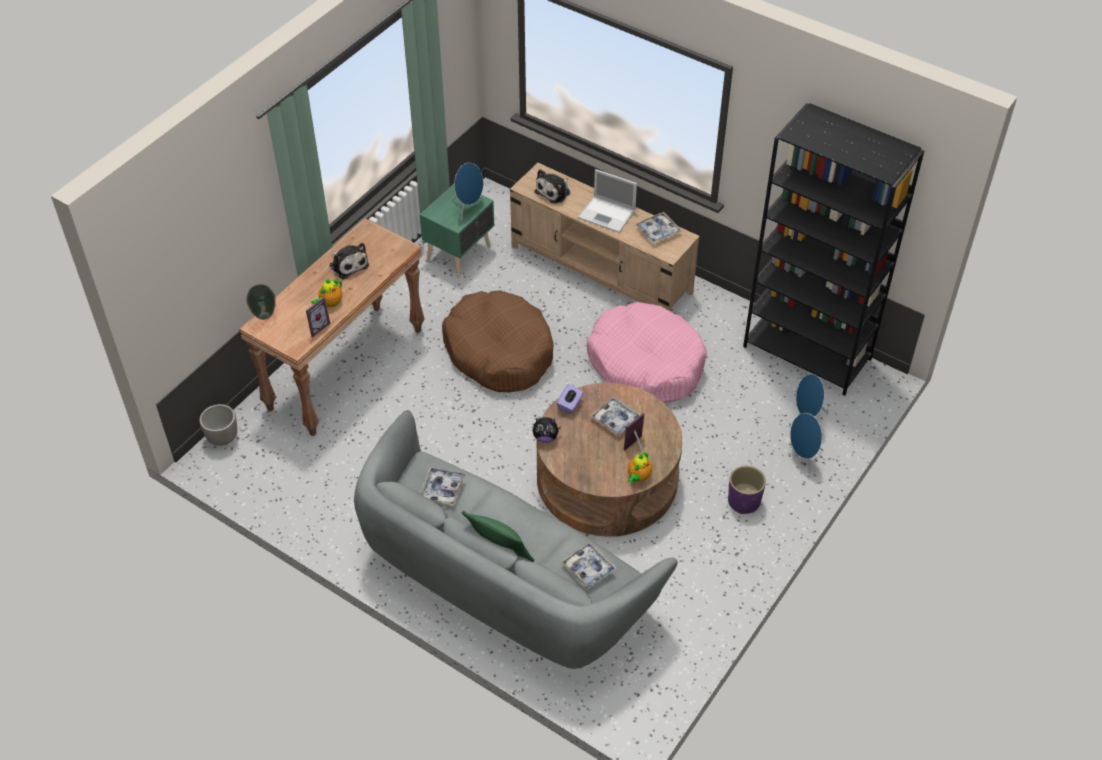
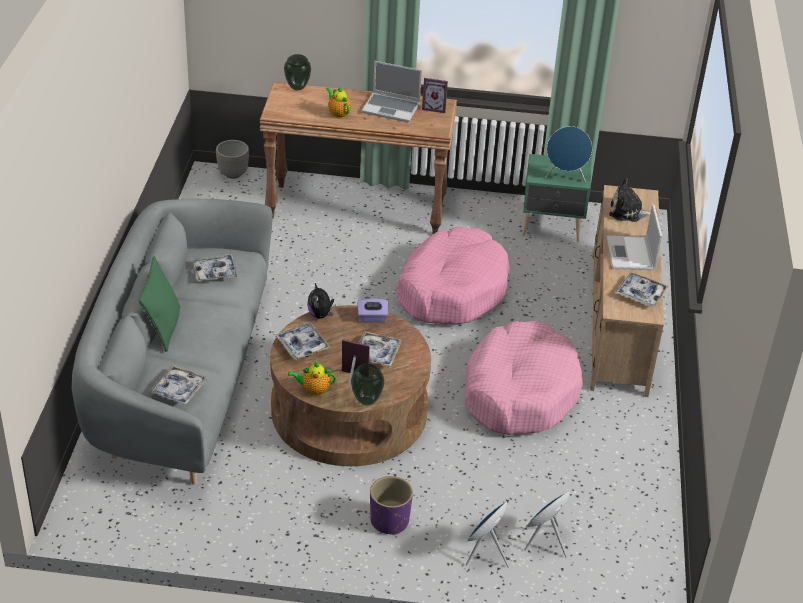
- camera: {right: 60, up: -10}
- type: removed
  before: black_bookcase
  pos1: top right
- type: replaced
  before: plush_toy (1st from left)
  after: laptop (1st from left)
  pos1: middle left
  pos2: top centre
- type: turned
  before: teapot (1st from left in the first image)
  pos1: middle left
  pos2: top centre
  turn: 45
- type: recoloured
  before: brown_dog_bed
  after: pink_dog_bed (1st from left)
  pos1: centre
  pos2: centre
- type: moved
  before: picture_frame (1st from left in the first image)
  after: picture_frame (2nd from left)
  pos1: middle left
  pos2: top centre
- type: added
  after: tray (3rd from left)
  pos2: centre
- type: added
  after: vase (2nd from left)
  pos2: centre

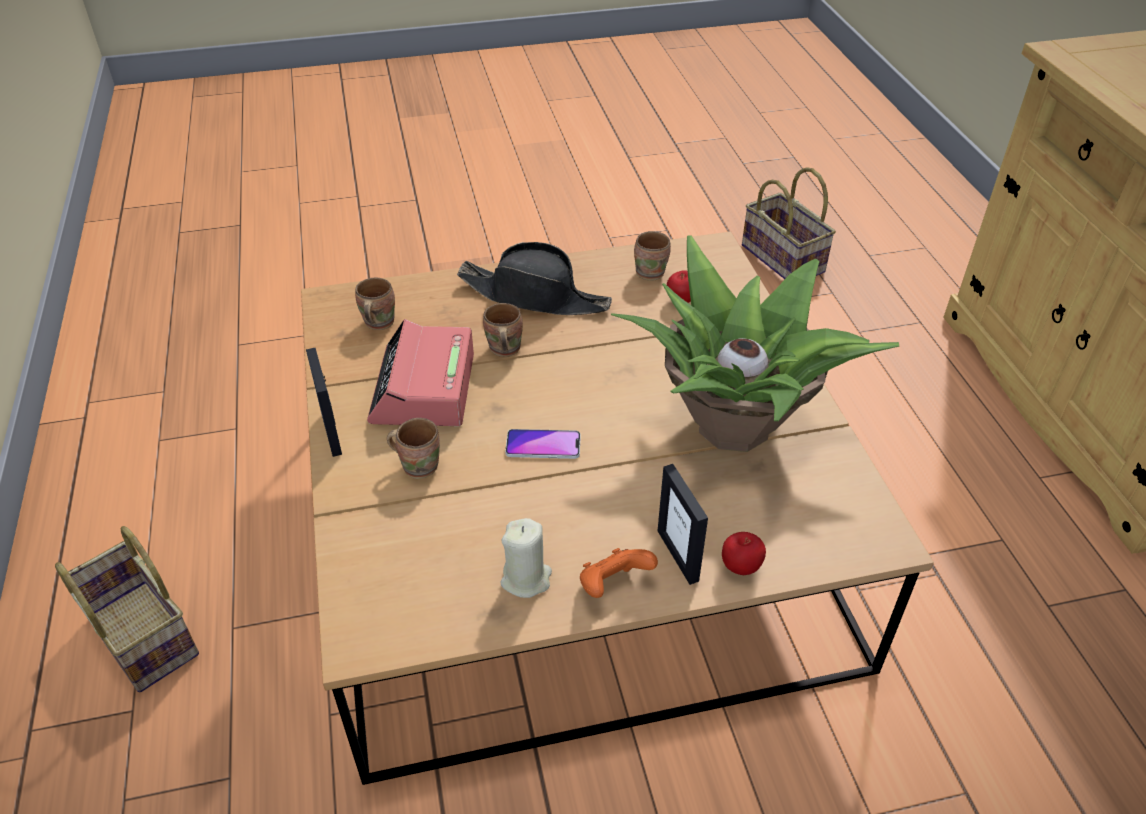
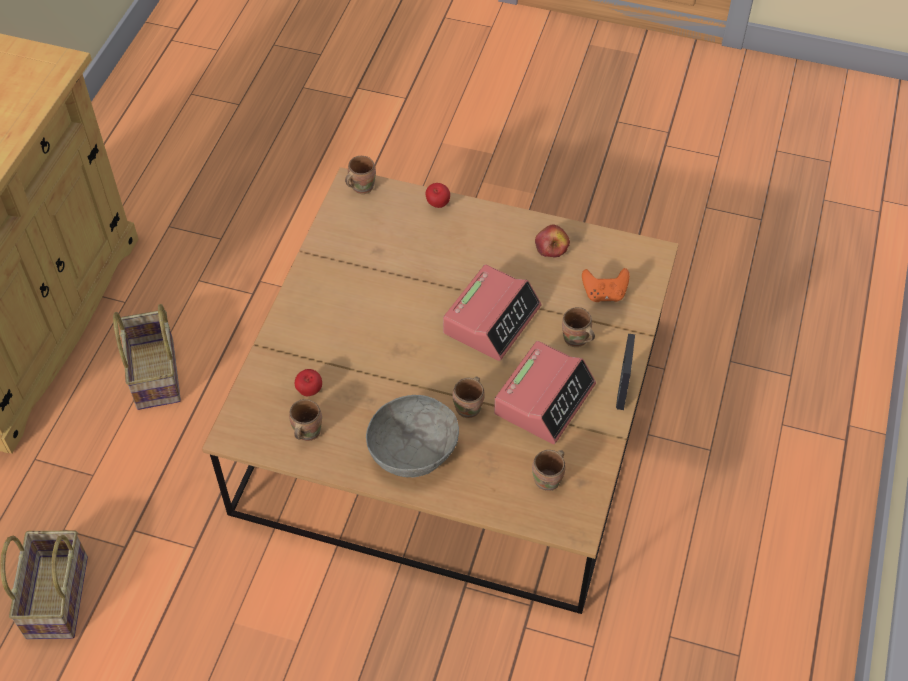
- camera: {right: -150, up: 10}
- type: removed
  before: potted_plant
  pos1: centre
- type: replaced
  before: black_hat
  after: grey_bowl
  pos1: centre
  pos2: centre
- type: replaced
  before: phone
  after: alarm_clock (1st from left)
  pos1: centre
  pos2: centre
- type: removed
  before: picture_frame (2nd from left)
  pos1: centre
- type: replaced
  before: beige_candle
  after: apple (3rd from left)
  pos1: bottom centre
  pos2: centre
- type: moved
  before: basket (1st from left in the first image)
  after: basket (2nd from left)
  pos1: bottom left
  pos2: middle left
- type: moved
  before: orange_game_controller
  pos1: bottom centre
  pos2: middle right
- type: added
  after: brown_mug (2nd from left)
  pos2: top centre

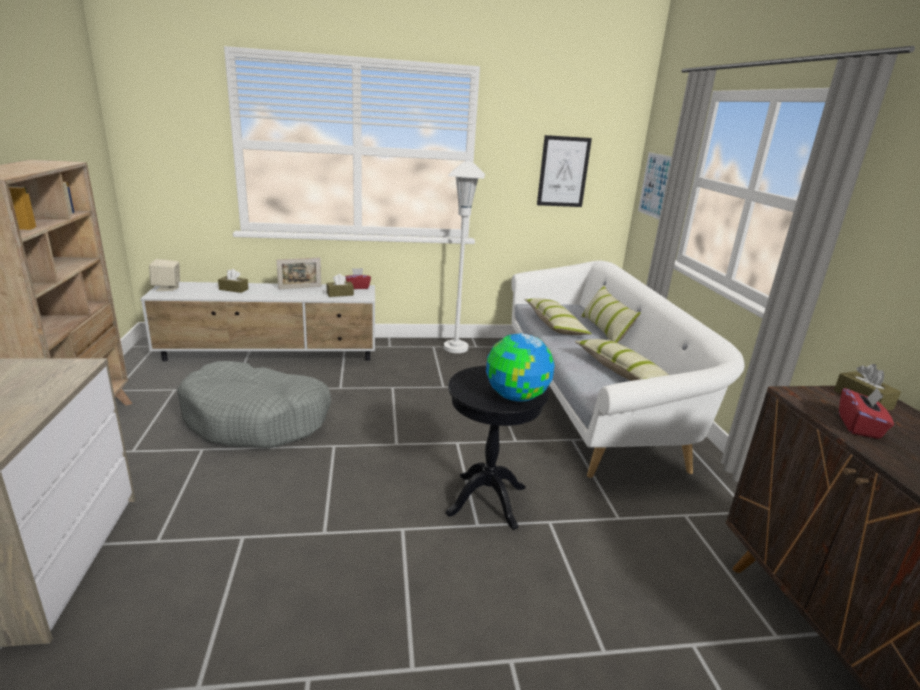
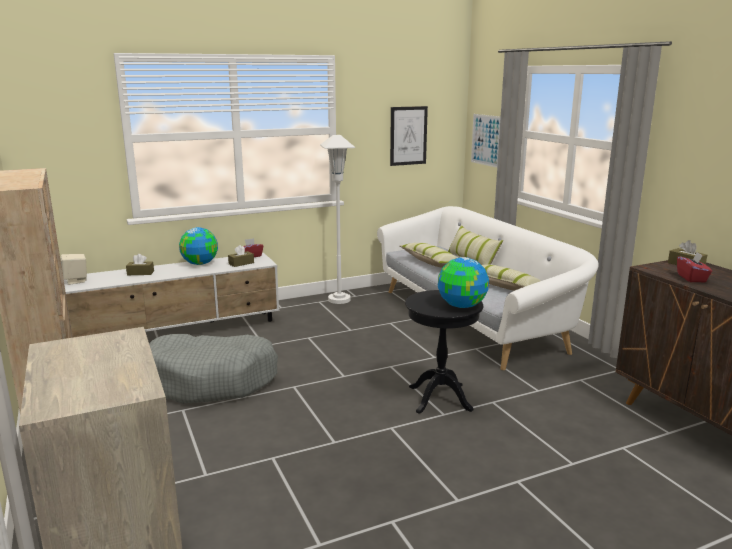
- camera: {right: -15, up: -5}
- type: replaced
  before: picture_frame
  after: globe (1st from left)
  pos1: middle left
  pos2: middle left

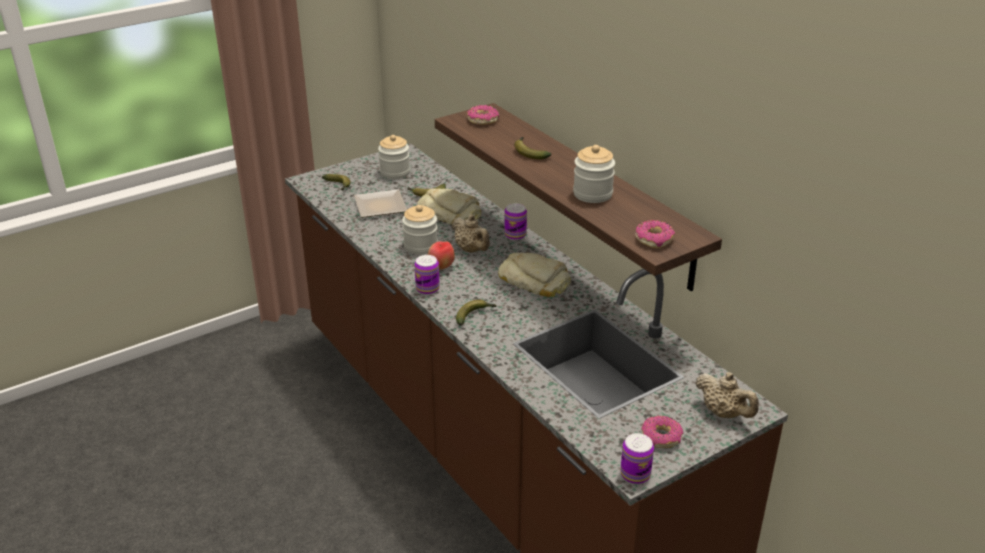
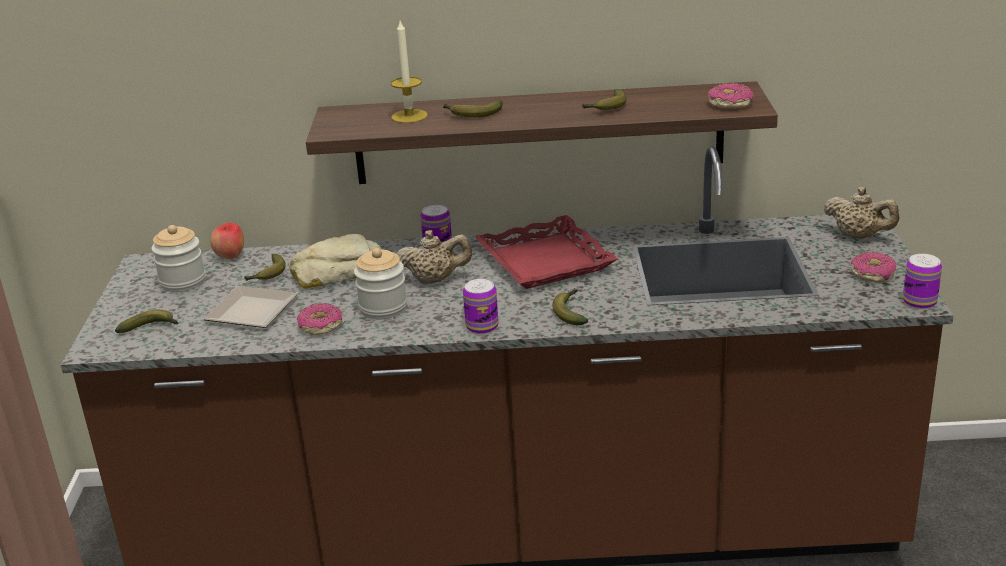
- camera: {right: -55, up: -5}
- type: moved
  before: donut (1st from left)
  pos1: top centre
  pos2: middle left
- type: replaced
  before: jar (3rd from left)
  after: banana (5th from left)
  pos1: top centre
  pos2: top centre
- type: moved
  before: apple
  pos1: centre
  pos2: middle left
- type: replaced
  before: bread (2nd from left)
  after: red_tray
  pos1: centre
  pos2: centre
- type: turned
  before: beige_teapot (2nd from left)
  pos1: bottom right
  pos2: middle right
  turn: 45
- type: added
  after: candle
  pos2: top centre

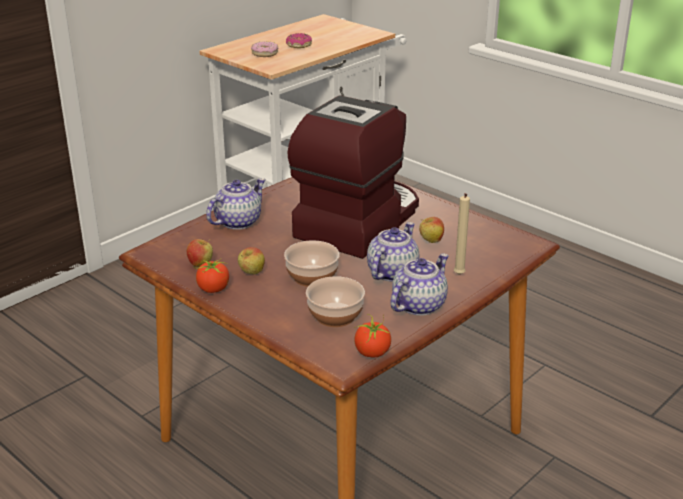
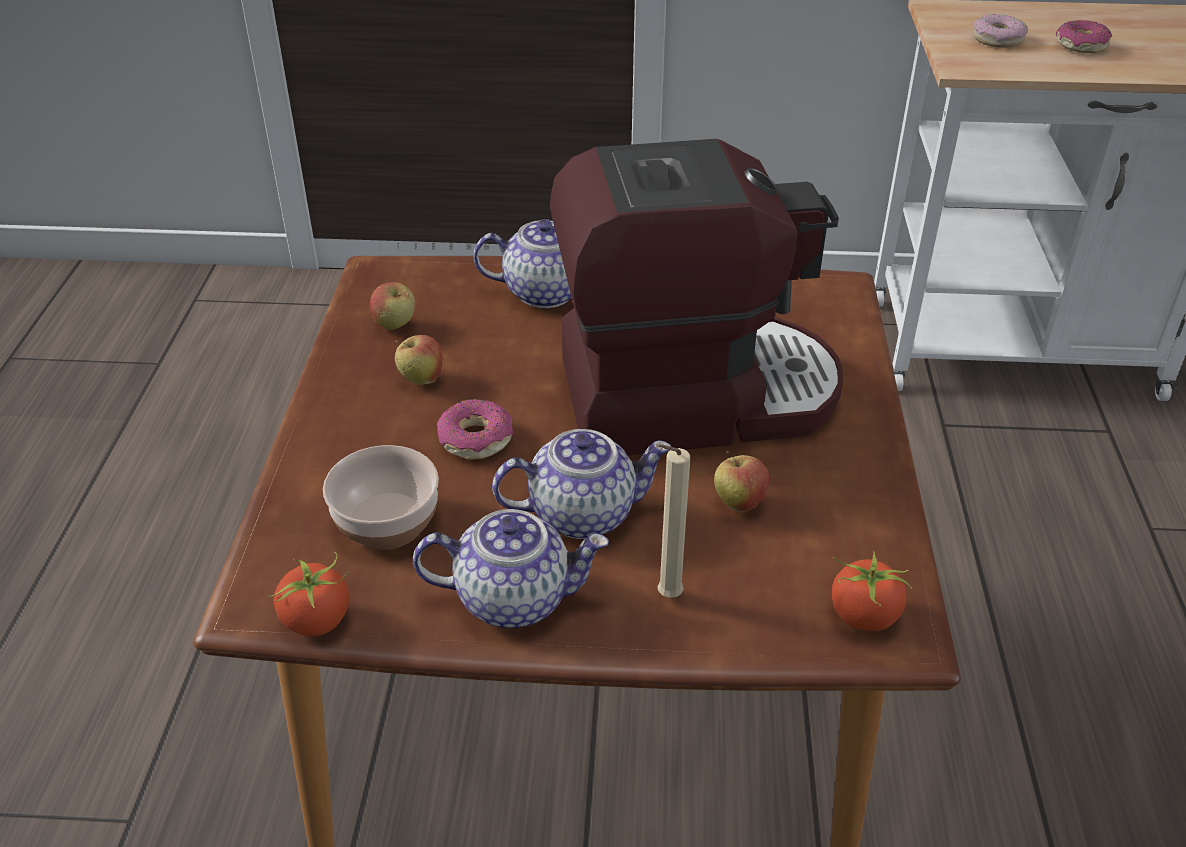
- camera: {right: 50, up: 10}
- type: replaced
  before: bowl (1st from left)
  after: donut (1st from left)
  pos1: centre
  pos2: centre
- type: moved
  before: tomato (1st from left in the first image)
  after: tomato (2nd from left)
  pos1: middle left
  pos2: bottom right

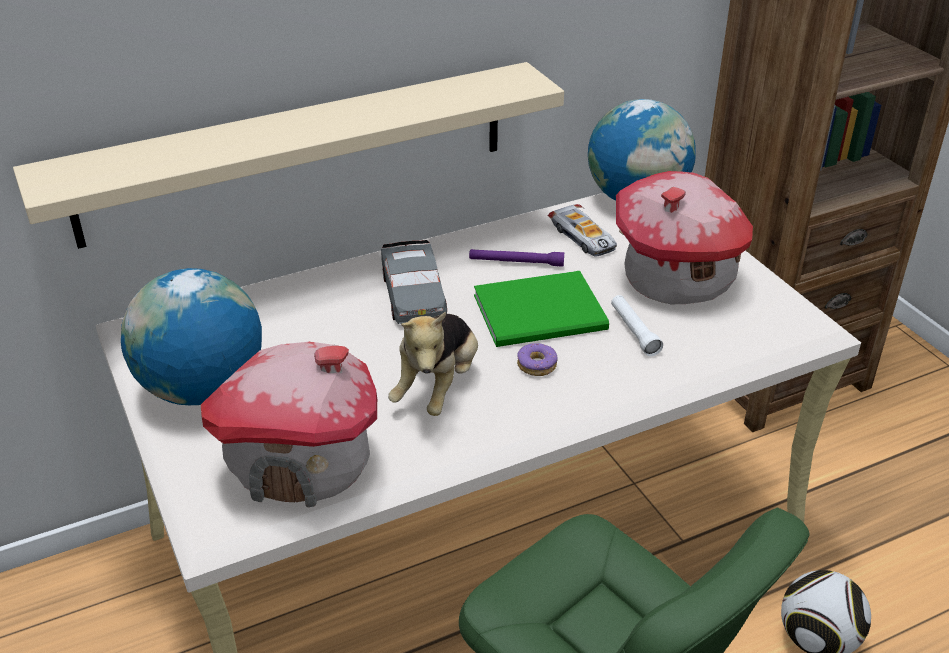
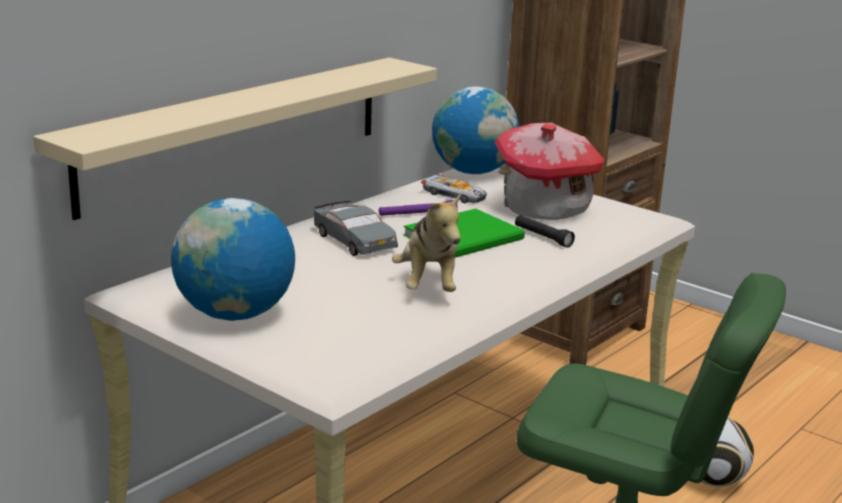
- camera: {right: -25, up: -15}
- type: recoloured
  before: white_flashlight
  after: black_flashlight
  pos1: middle right
  pos2: centre
- type: removed
  before: toy_house (1st from left)
  pos1: middle left
- type: removed
  before: donut
  pos1: centre

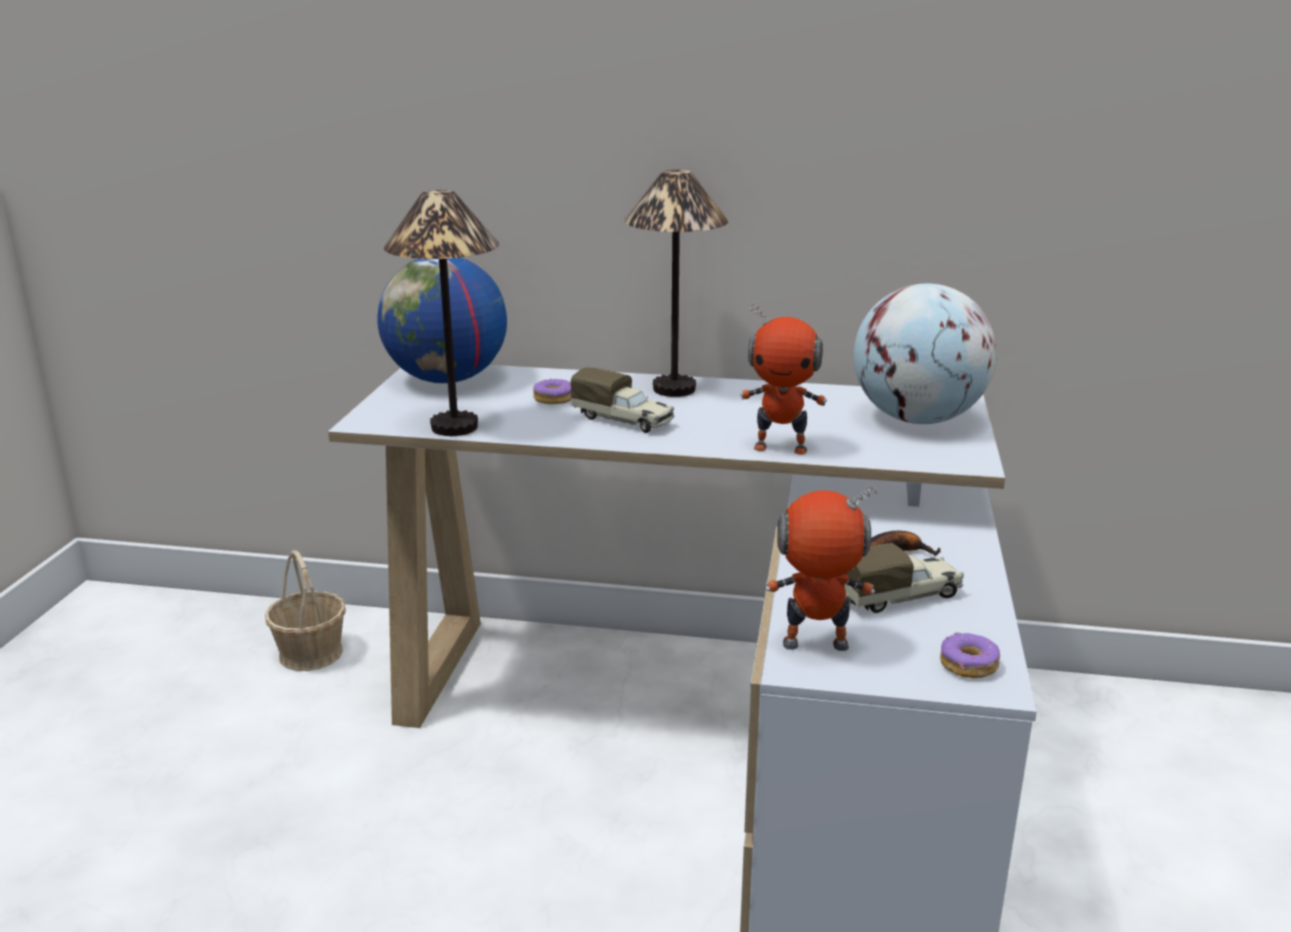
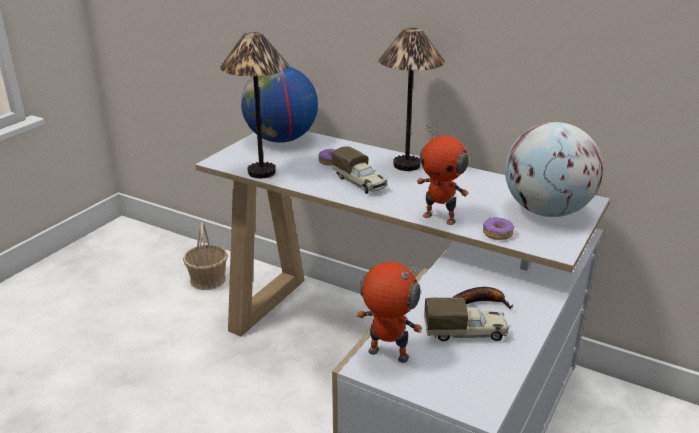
- camera: {right: 20, up: 5}
- type: moved
  before: donut (2nd from left)
  pos1: bottom right
  pos2: middle right

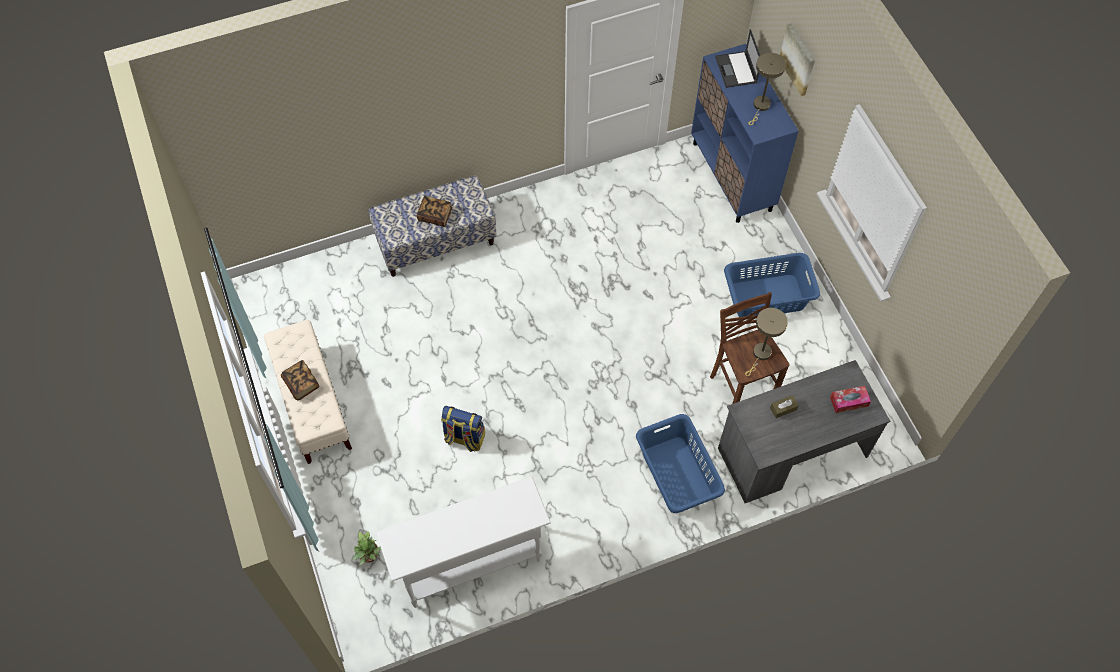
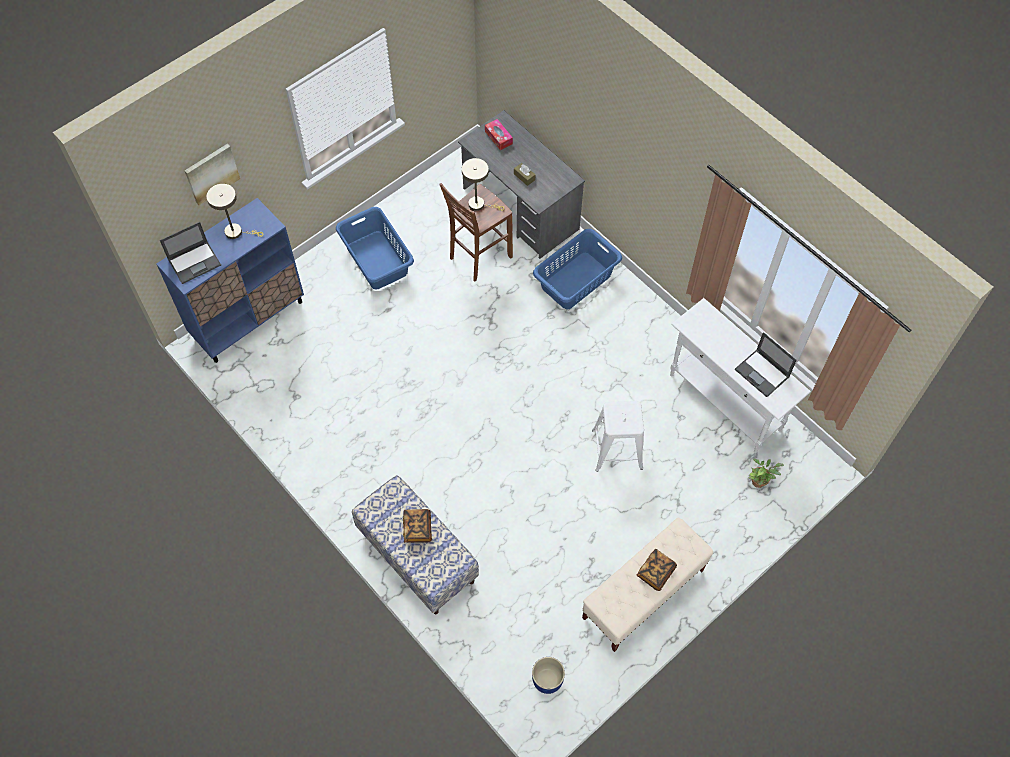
- camera: {right: -110, up: 0}
- type: replaced
  before: backpack
  after: white_stool
  pos1: centre
  pos2: centre
- type: added
  after: laptop (2nd from left)
  pos2: middle right
- type: added
  after: blue_planter
  pos2: bottom centre

